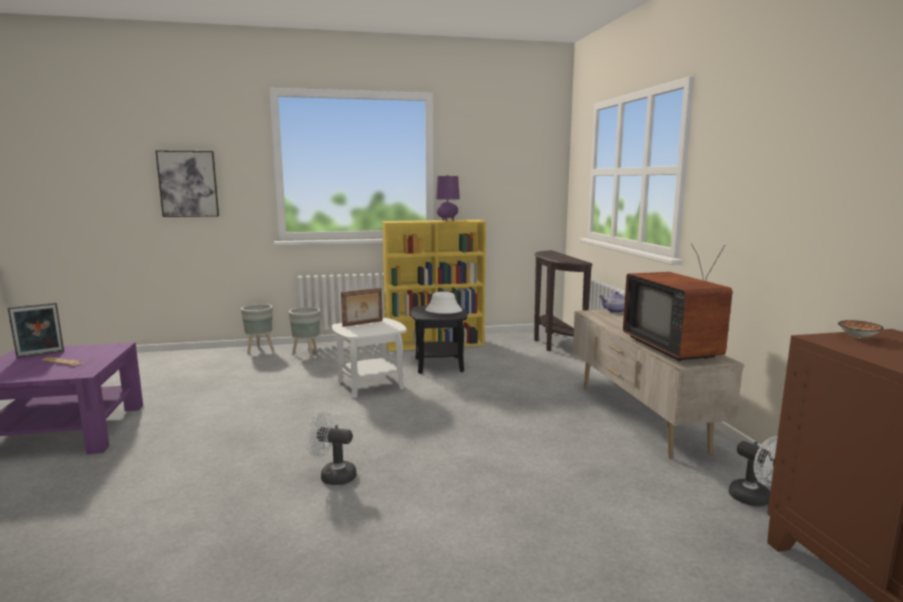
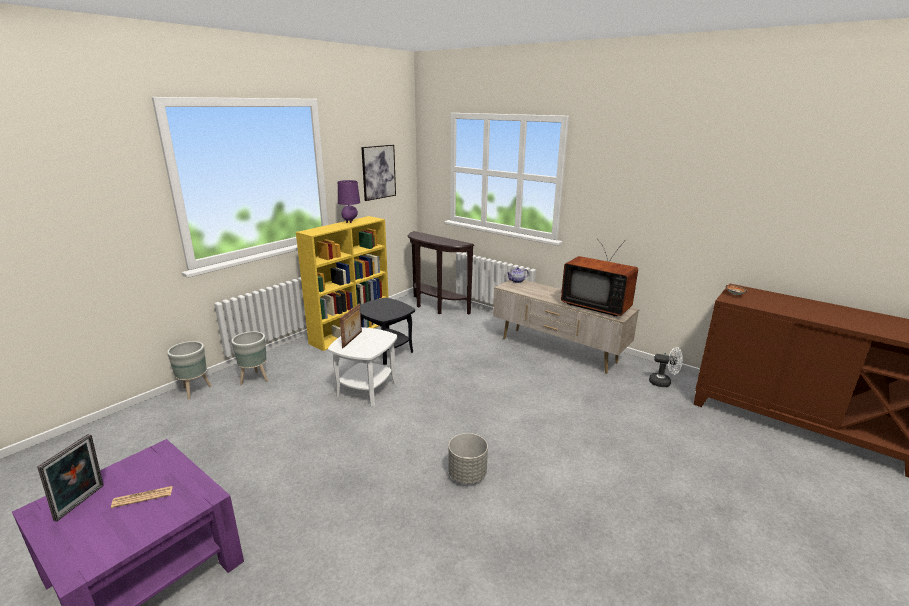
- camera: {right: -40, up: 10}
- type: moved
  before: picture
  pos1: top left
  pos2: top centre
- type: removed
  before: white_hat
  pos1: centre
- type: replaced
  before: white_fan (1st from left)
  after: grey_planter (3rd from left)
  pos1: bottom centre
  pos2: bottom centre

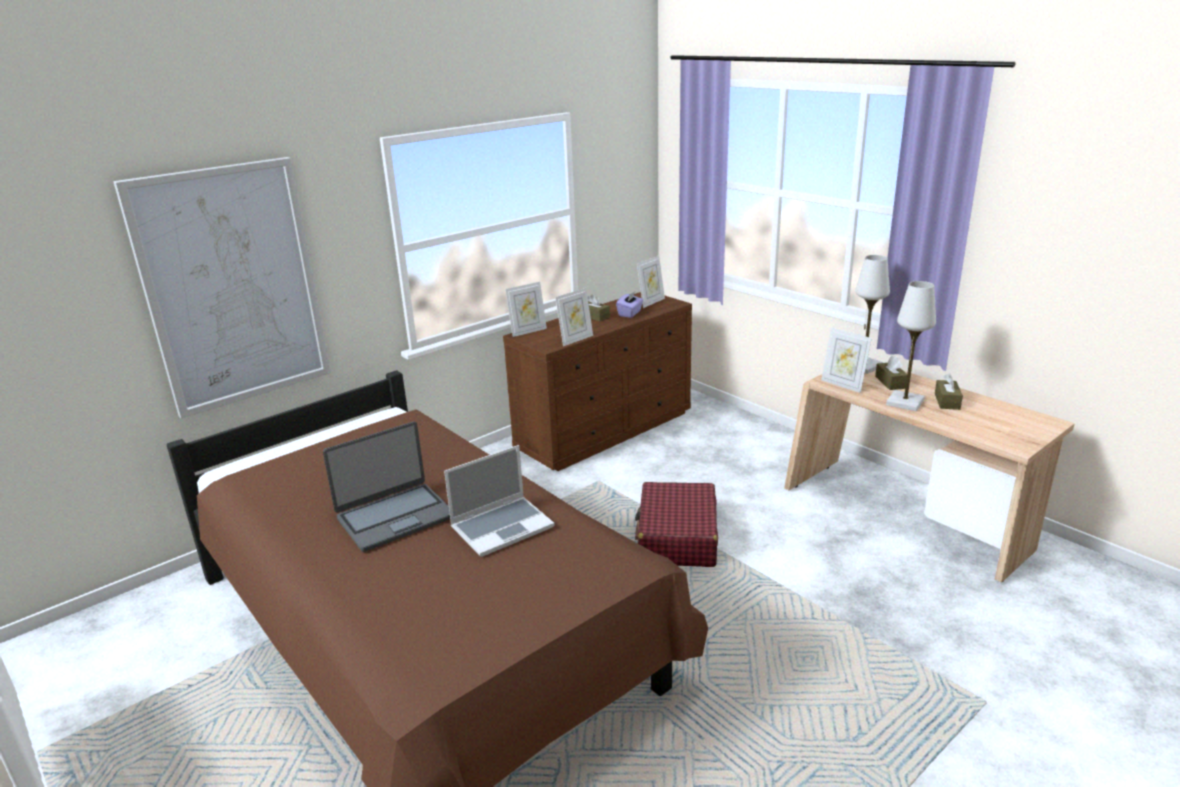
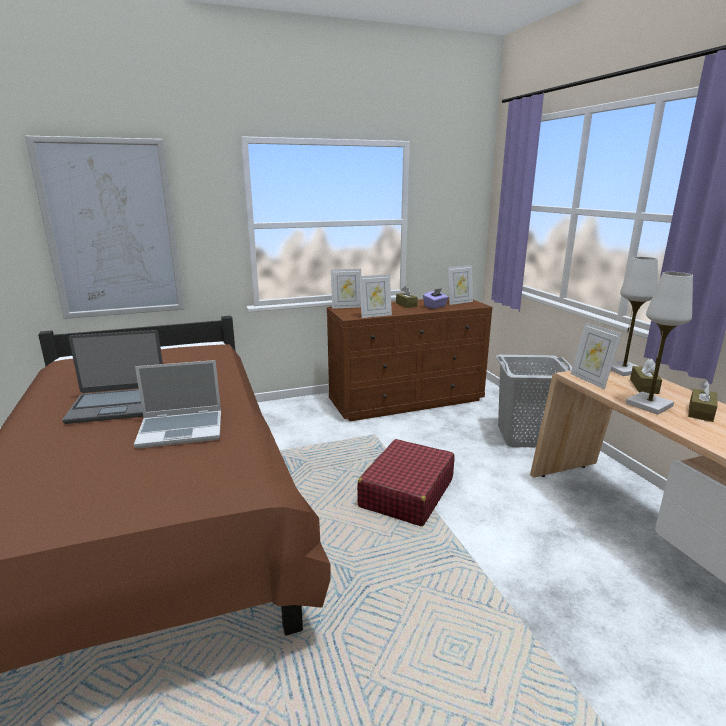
- camera: {right: 20, up: -5}
- type: added
  after: grey_laundry_basket
  pos2: middle right

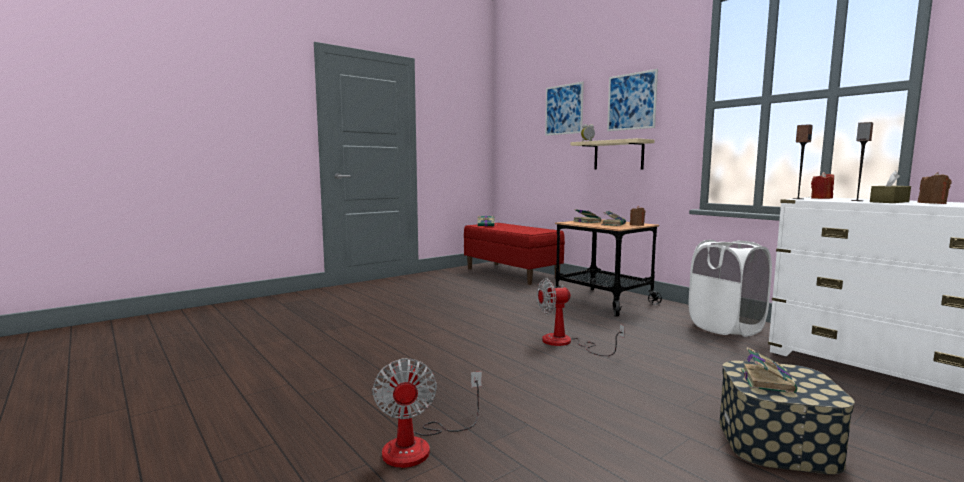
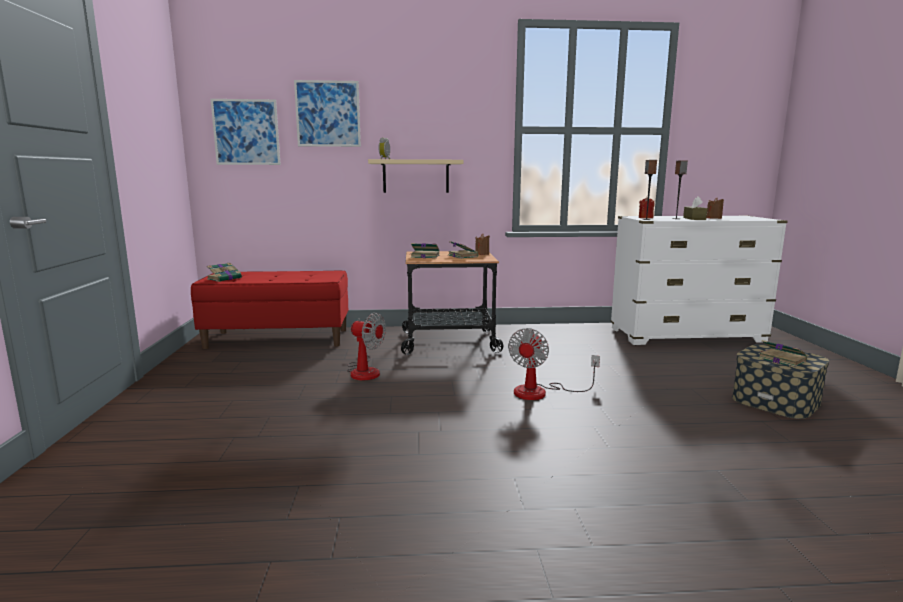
- camera: {right: -55, up: 5}
- type: moved
  before: picture (2nd from left in the first image)
  after: picture (1st from left)
  pos1: top centre
  pos2: top left
- type: removed
  before: white_laundry_basket
  pos1: middle right
- type: moved
  before: fan (1st from left)
  pos1: bottom centre
  pos2: centre

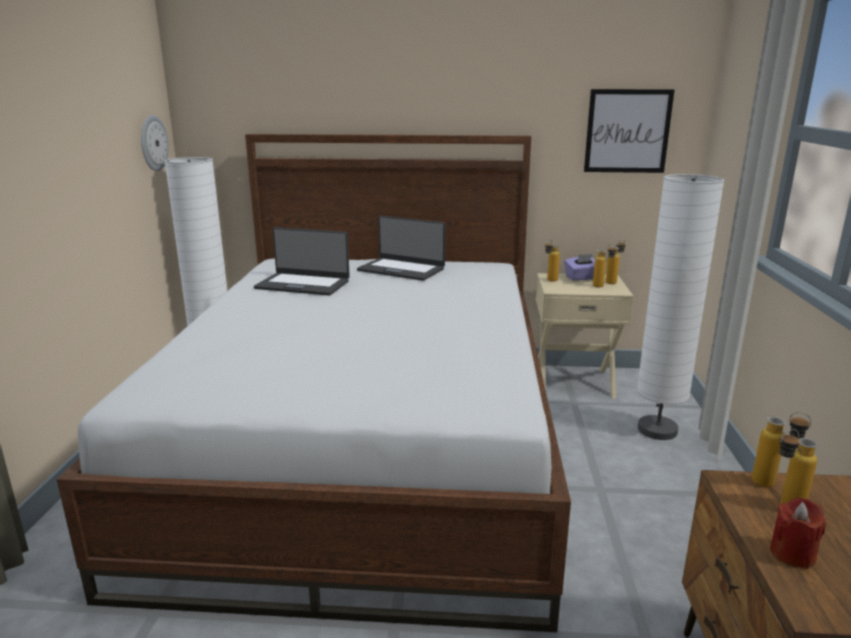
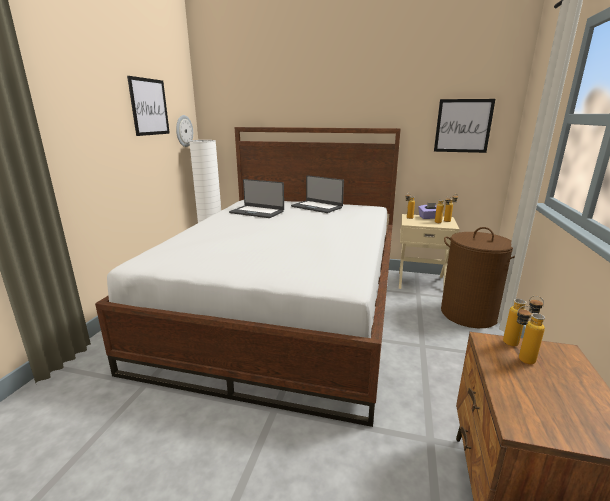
- camera: {right: 10, up: 0}
- type: replaced
  before: white_floor_lamp (2nd from left)
  after: brown_laundry_basket
  pos1: middle right
  pos2: middle right
- type: removed
  before: red_candle
  pos1: bottom right
- type: added
  after: picture (1st from left)
  pos2: top left

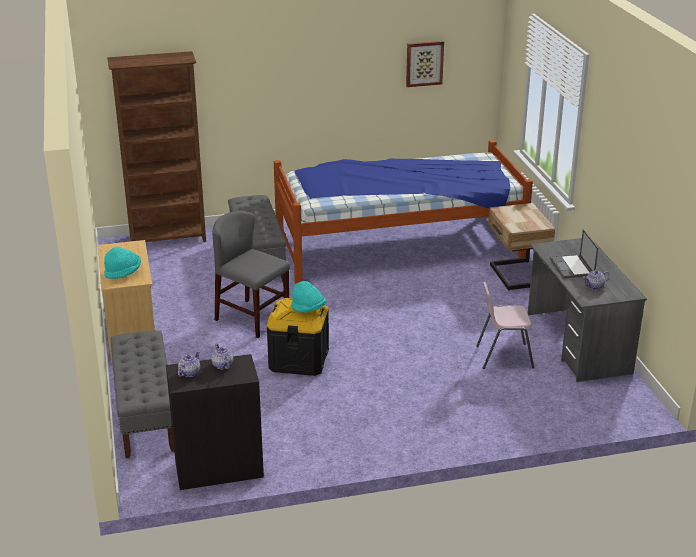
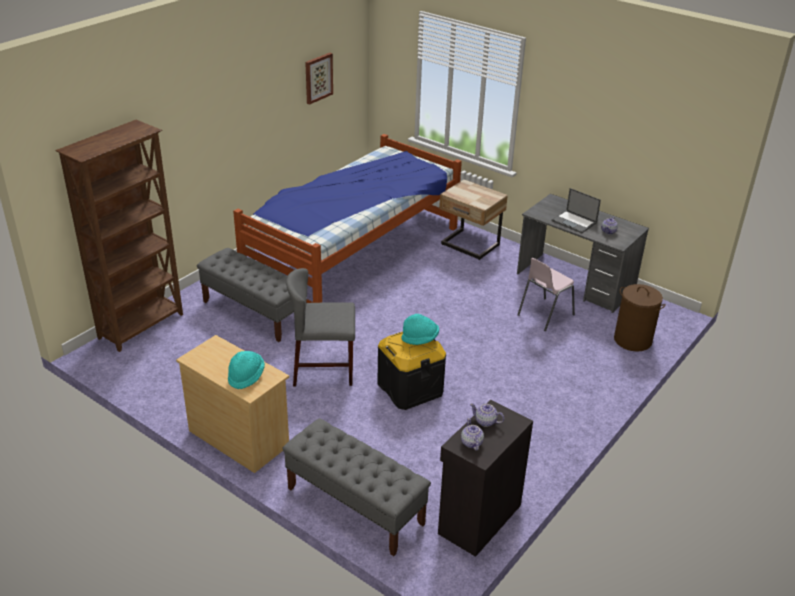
- camera: {right: -40, up: 5}
- type: added
  after: brown_laundry_basket
  pos2: middle right

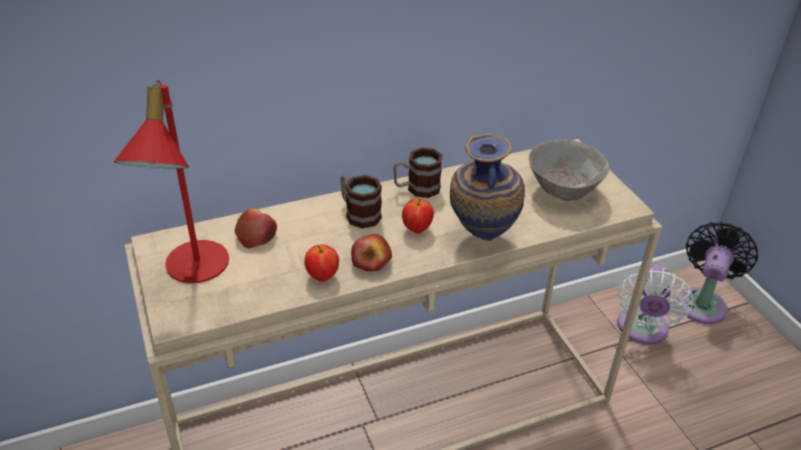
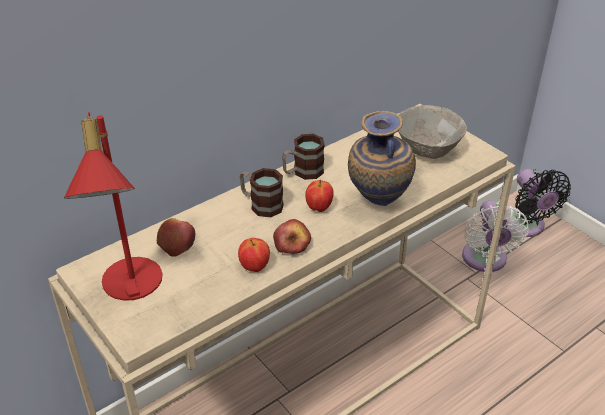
- camera: {right: -15, up: 0}
- type: turned
  before: black_fan
  pos1: middle right
  pos2: middle right
  turn: 150

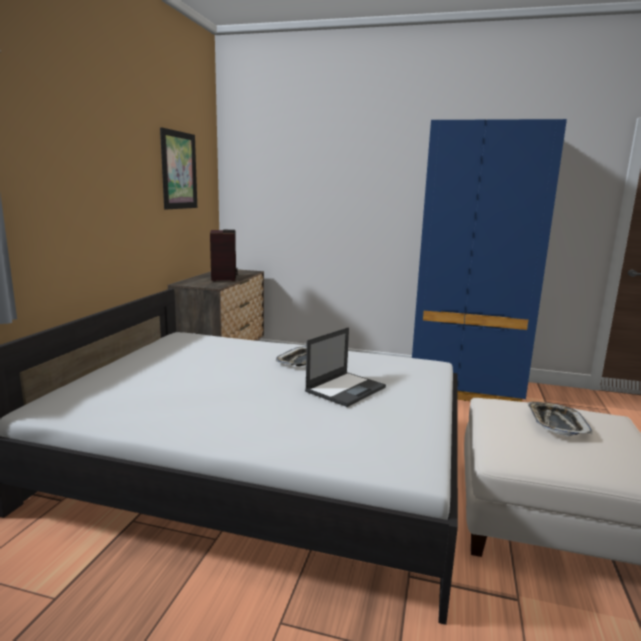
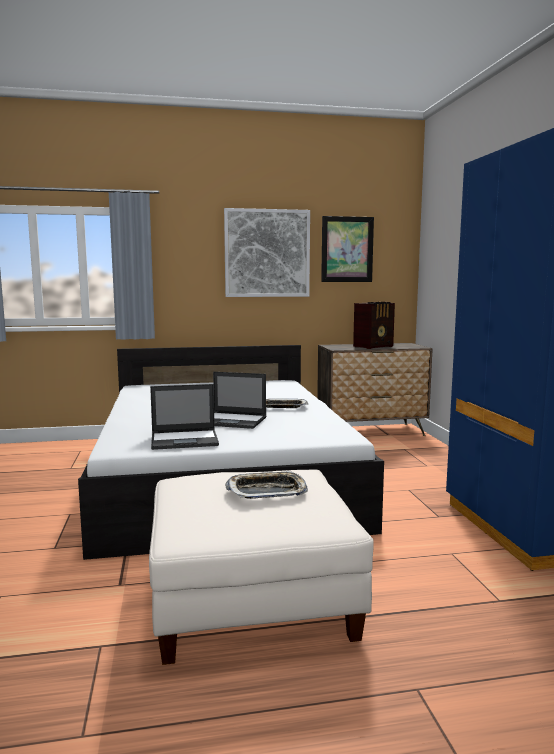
- camera: {right: 65, up: -5}
- type: added
  after: picture (1st from left)
  pos2: centre
- type: added
  after: laptop (1st from left)
  pos2: middle left

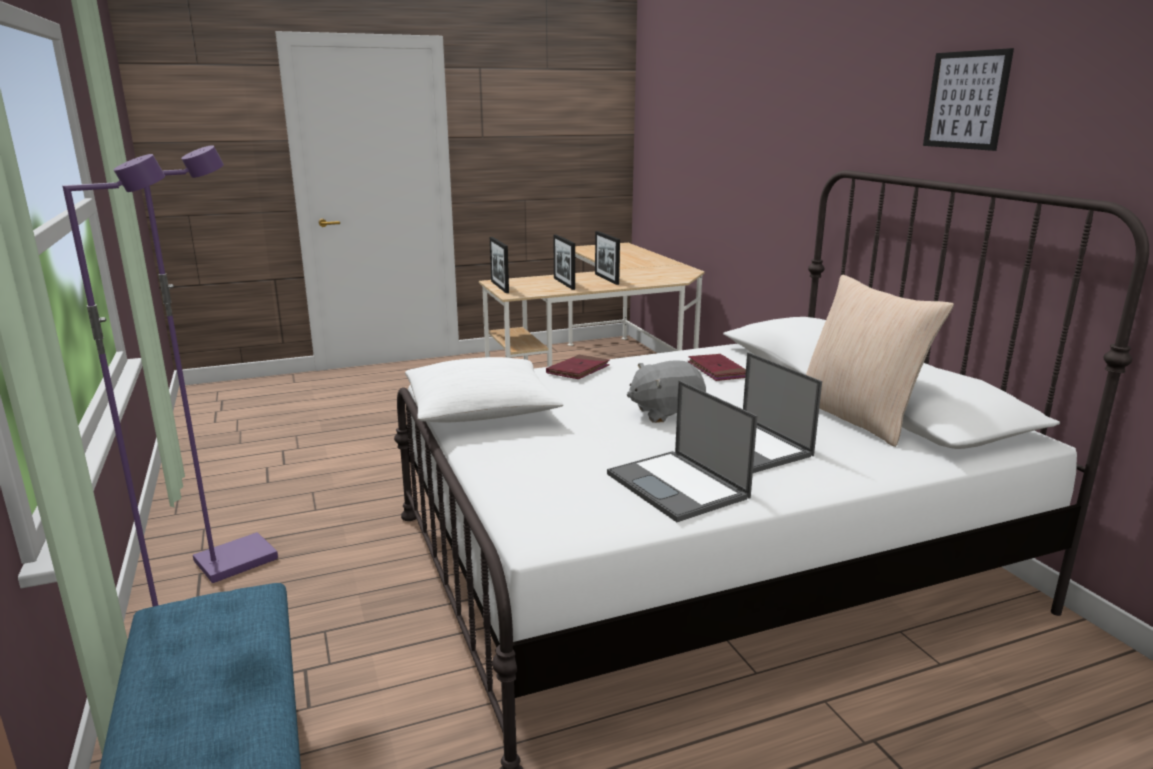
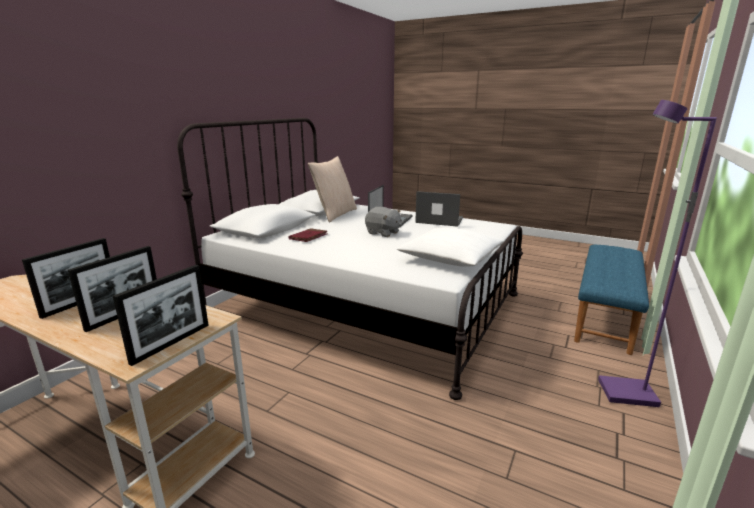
- camera: {right: -130, up: 0}
- type: removed
  before: picture
  pos1: top right
- type: removed
  before: purple_floor_lamp (2nd from left)
  pos1: middle left
- type: removed
  before: red_book (1st from left)
  pos1: centre
- type: turned
  before: laptop (1st from left in the first image)
  pos1: centre
  pos2: centre
  turn: -90

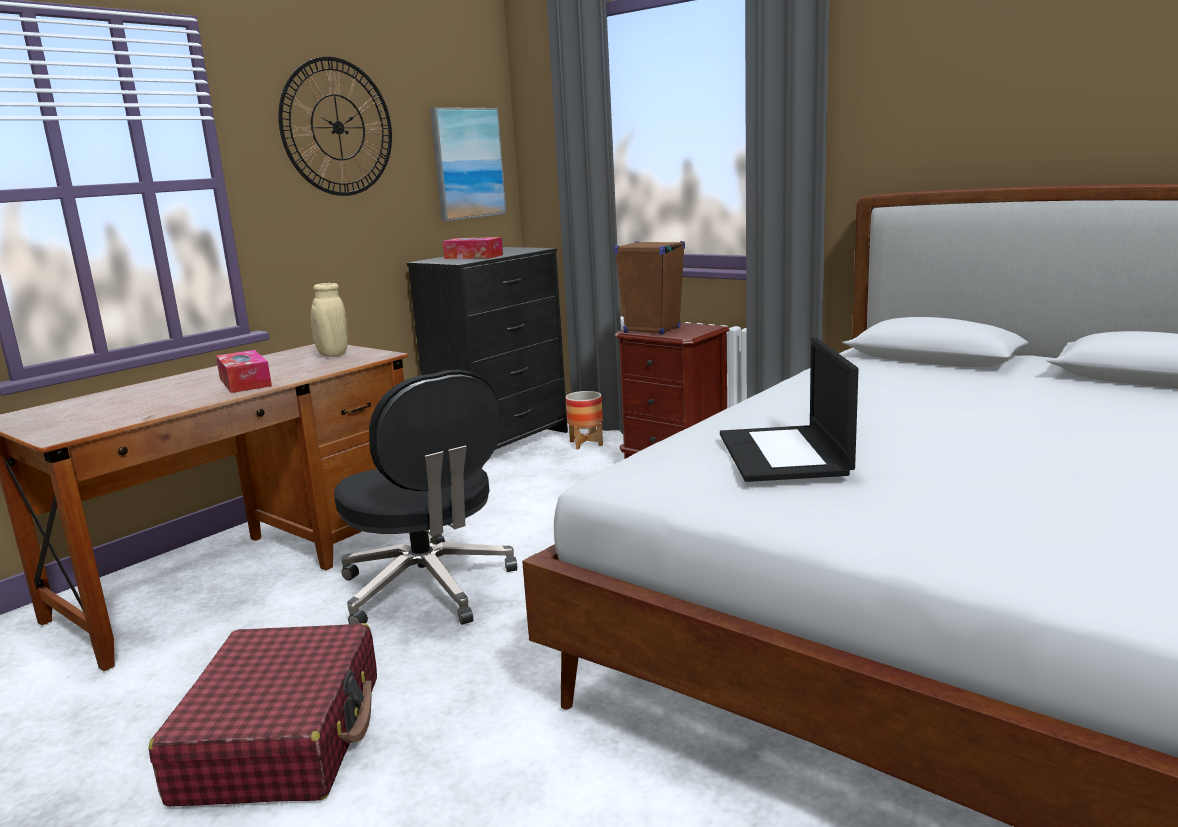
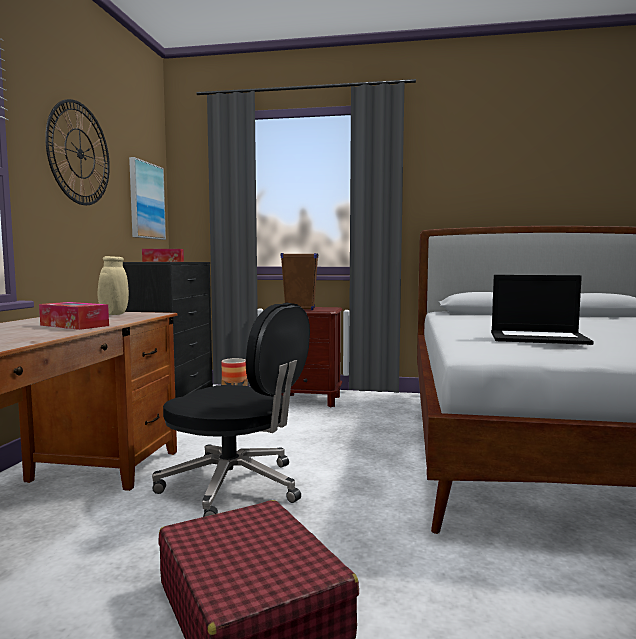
- camera: {right: -30, up: -10}
- type: turned
  before: laptop
  pos1: middle right
  pos2: middle right
  turn: -45

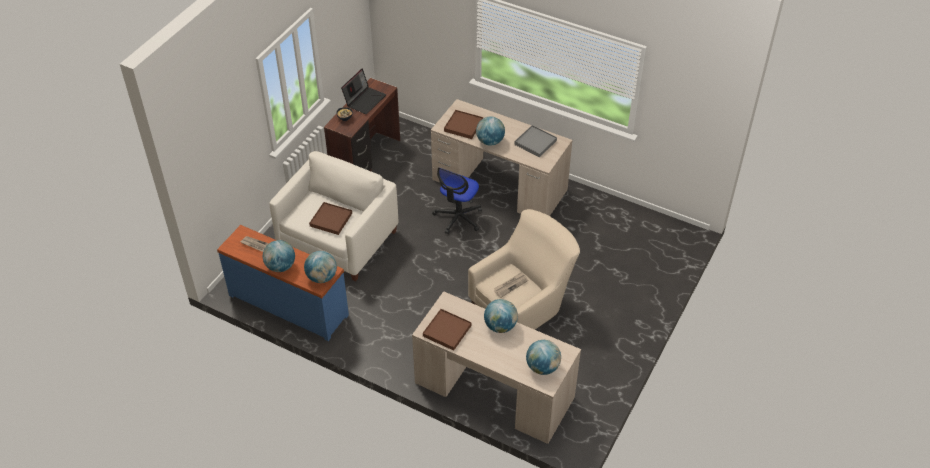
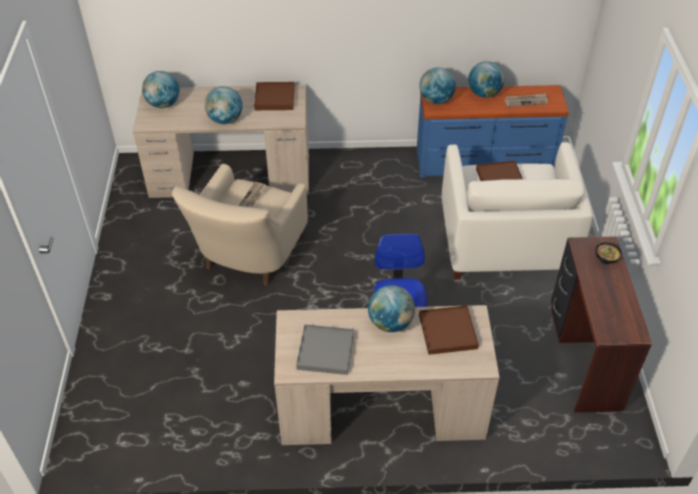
- camera: {right: 150, up: 0}
- type: removed
  before: laptop
  pos1: top centre

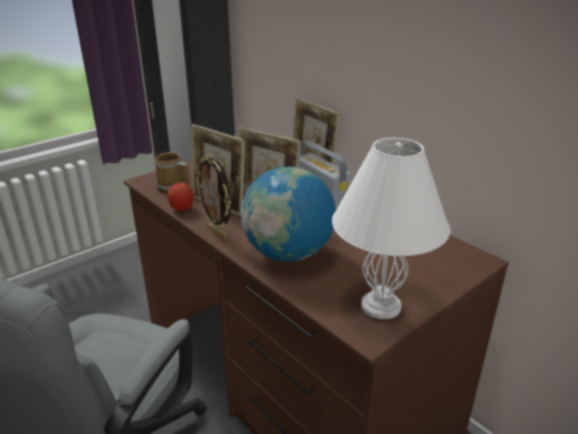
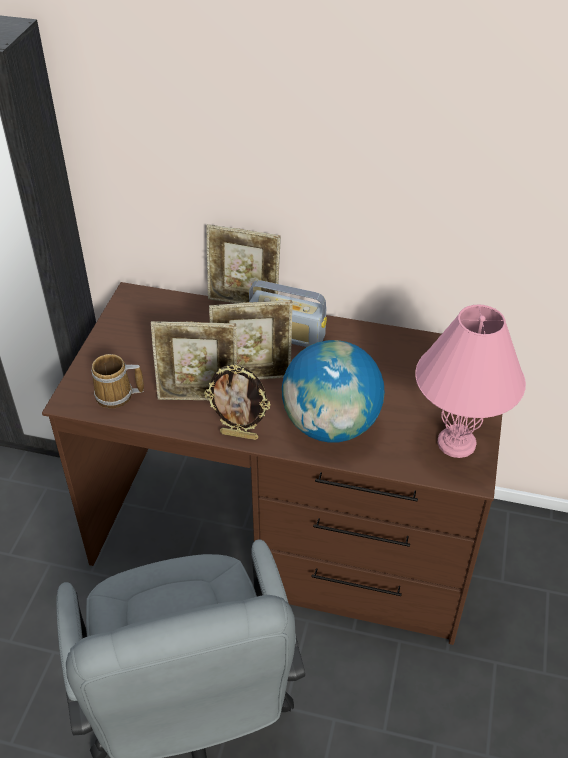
- camera: {right: -35, up: 15}
- type: recoloured
  before: white_table_lamp
  after: pink_table_lamp
  pos1: middle right
  pos2: middle right
- type: removed
  before: apple
  pos1: middle left

